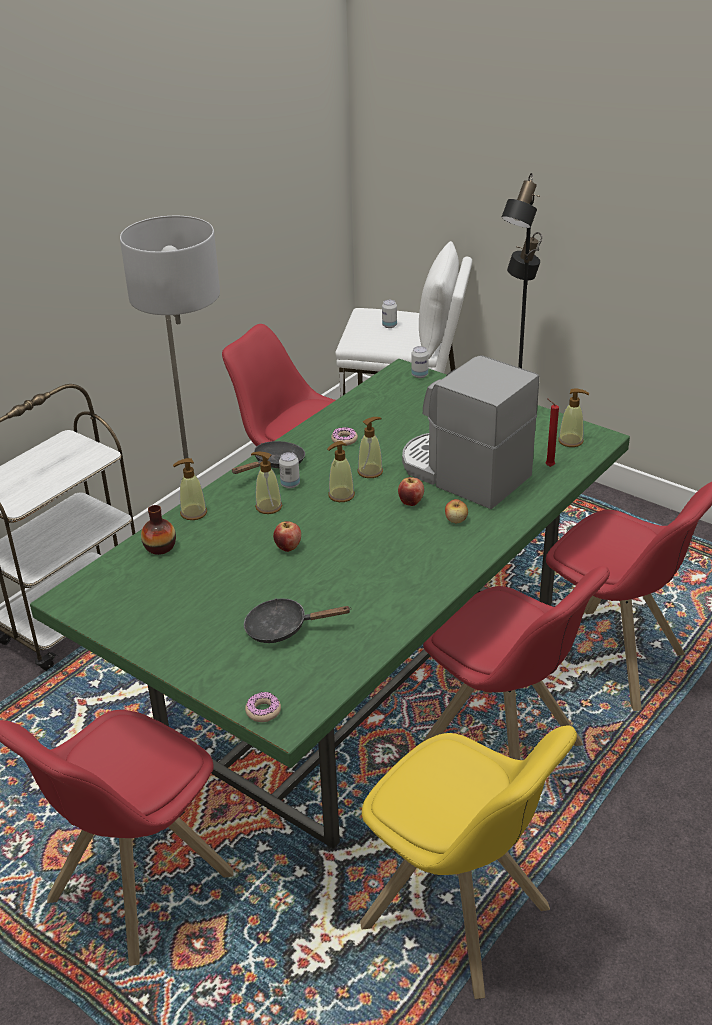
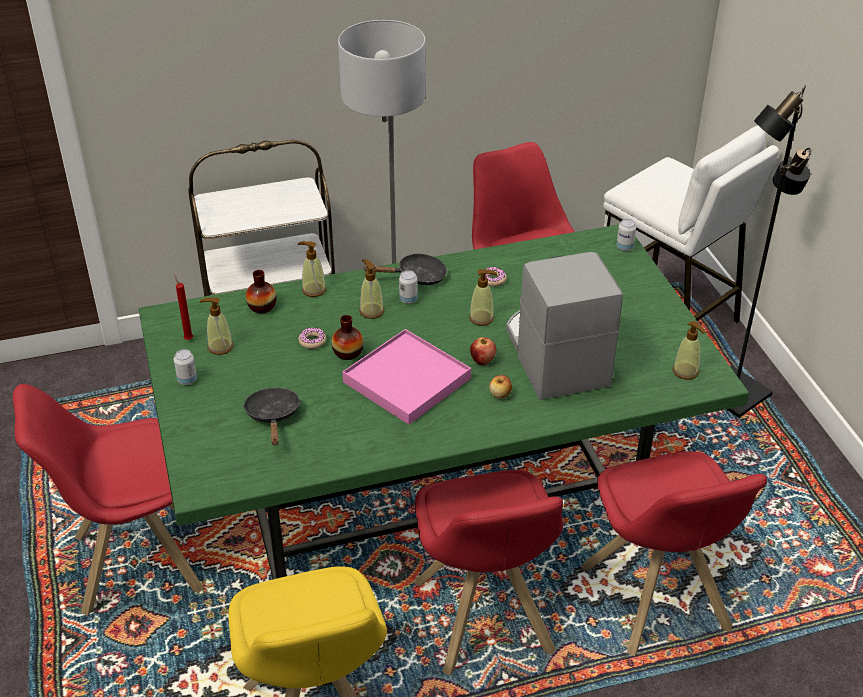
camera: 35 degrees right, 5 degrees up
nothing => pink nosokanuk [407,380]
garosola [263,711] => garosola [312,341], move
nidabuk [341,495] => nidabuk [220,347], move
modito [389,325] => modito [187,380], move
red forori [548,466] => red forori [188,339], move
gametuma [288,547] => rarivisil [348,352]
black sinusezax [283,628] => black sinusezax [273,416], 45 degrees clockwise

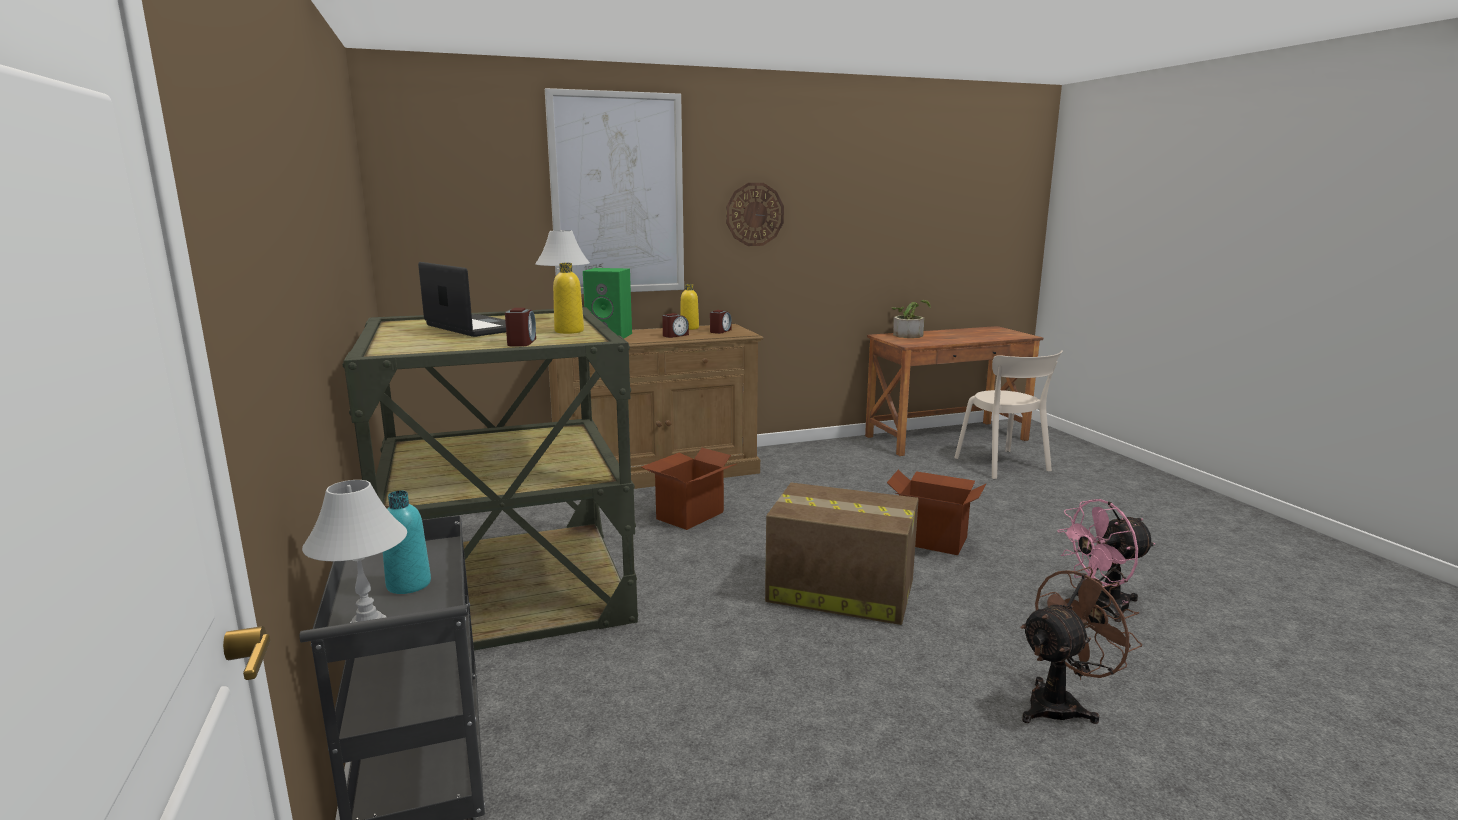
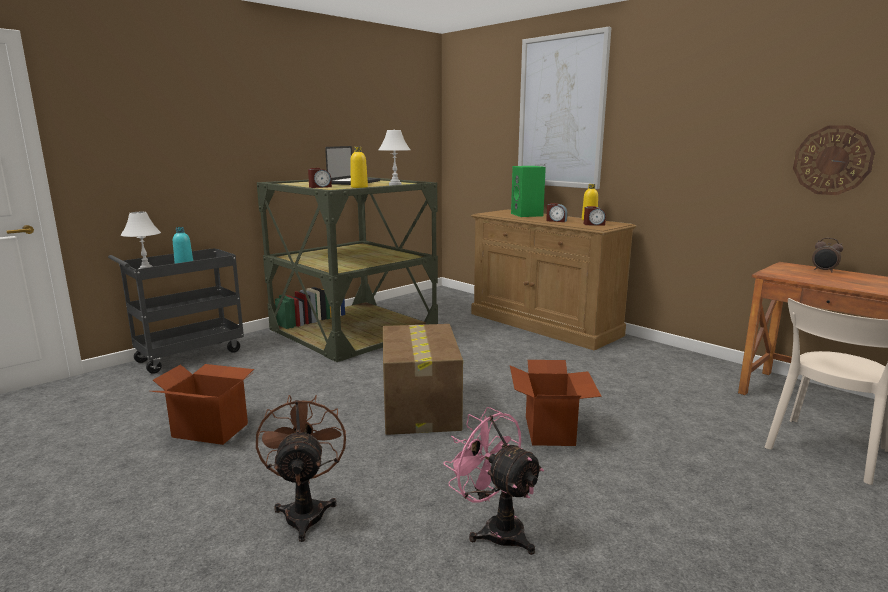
camera: 65 degrees right, 0 degrees up
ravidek [689,515] => ravidek [211,430], move
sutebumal [754,214] => sutebumal [832,160], move
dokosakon [909,334] => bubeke [824,271]
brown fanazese [1062,704] => brown fanazese [305,510], 135 degrees counterclockwise

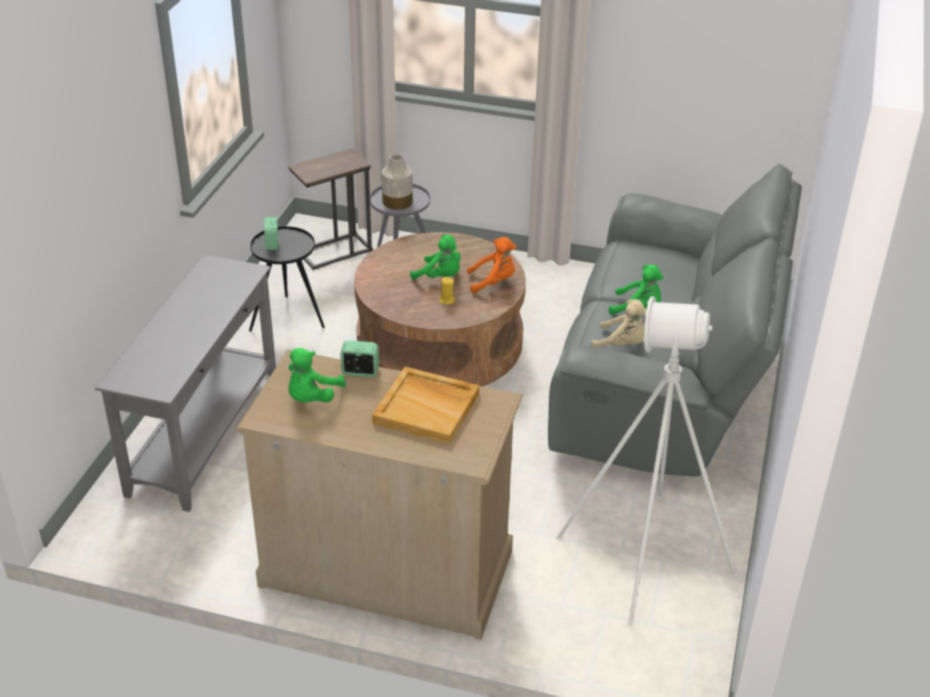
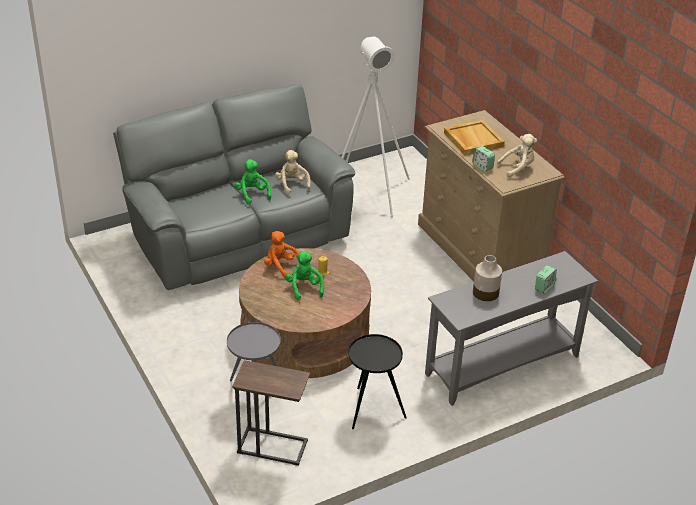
camera: 135 degrees left, 0 degrees up
bubeke [272,244] => bubeke [544,287], move
beige rarivisil [397,201] => beige rarivisil [485,292], move
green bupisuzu [312,398] => beige bupisuzu [517,168]

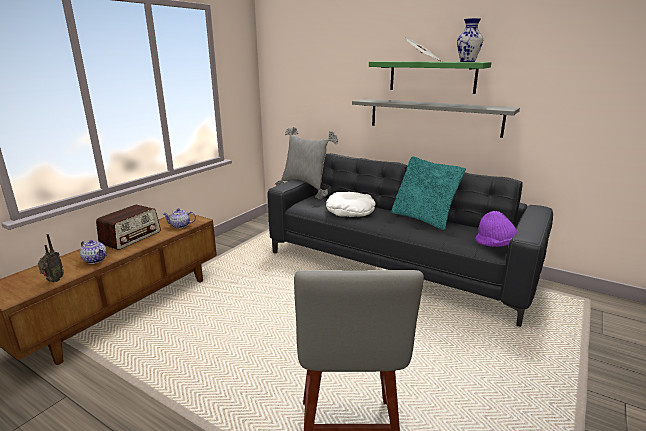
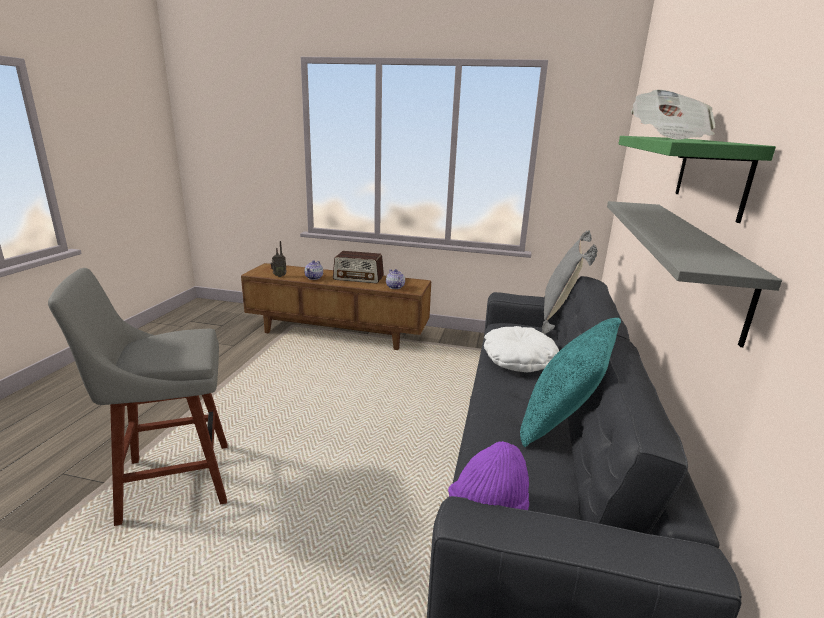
camera: 70 degrees right, 0 degrees up
rarivisil [467,61] => nothing

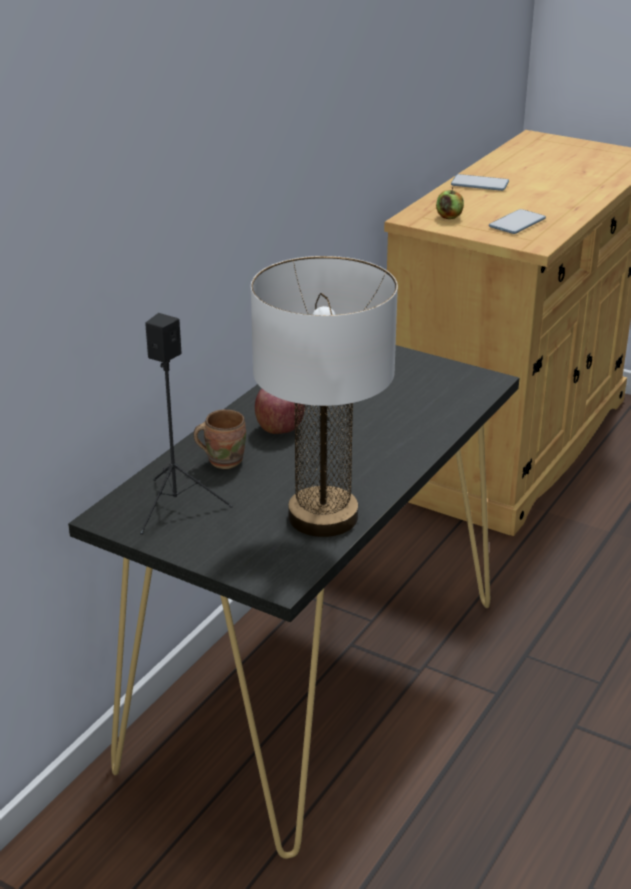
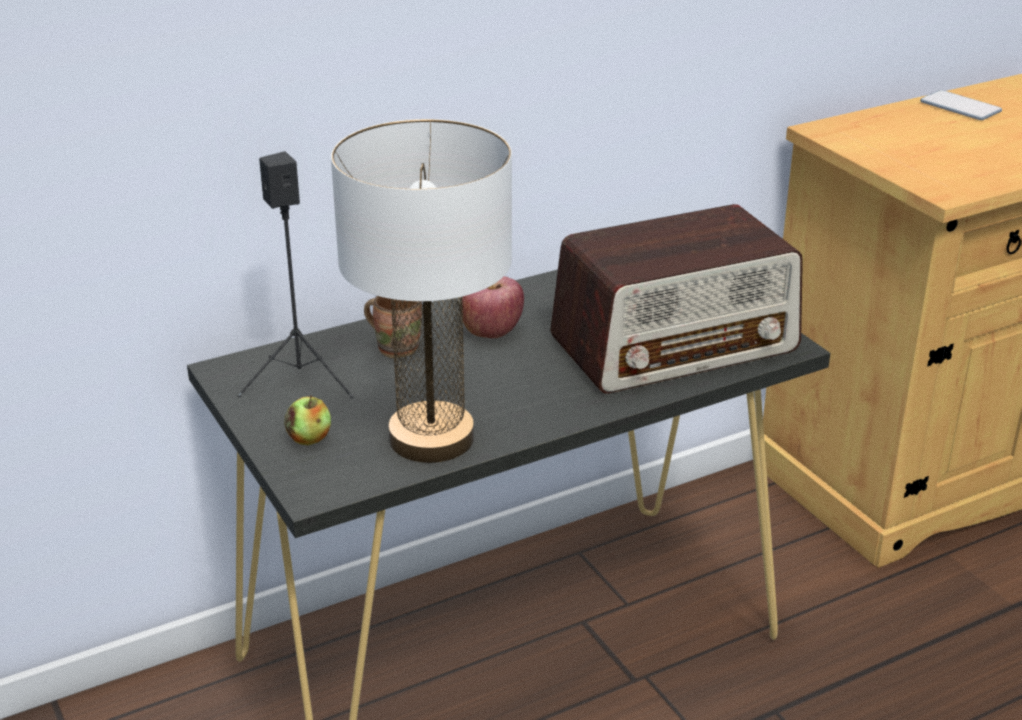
camera: 30 degrees right, 0 degrees up
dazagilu [517,223] => nothing
nothing => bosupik [675,345]
gametuma [449,217] => gametuma [309,439], move

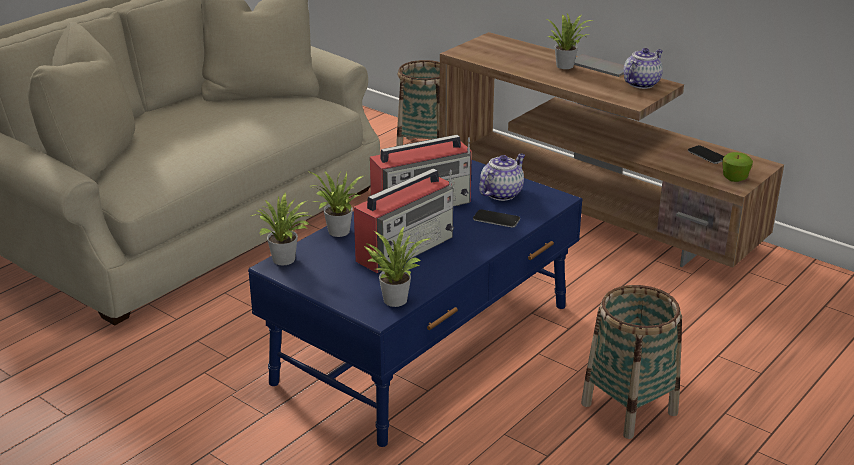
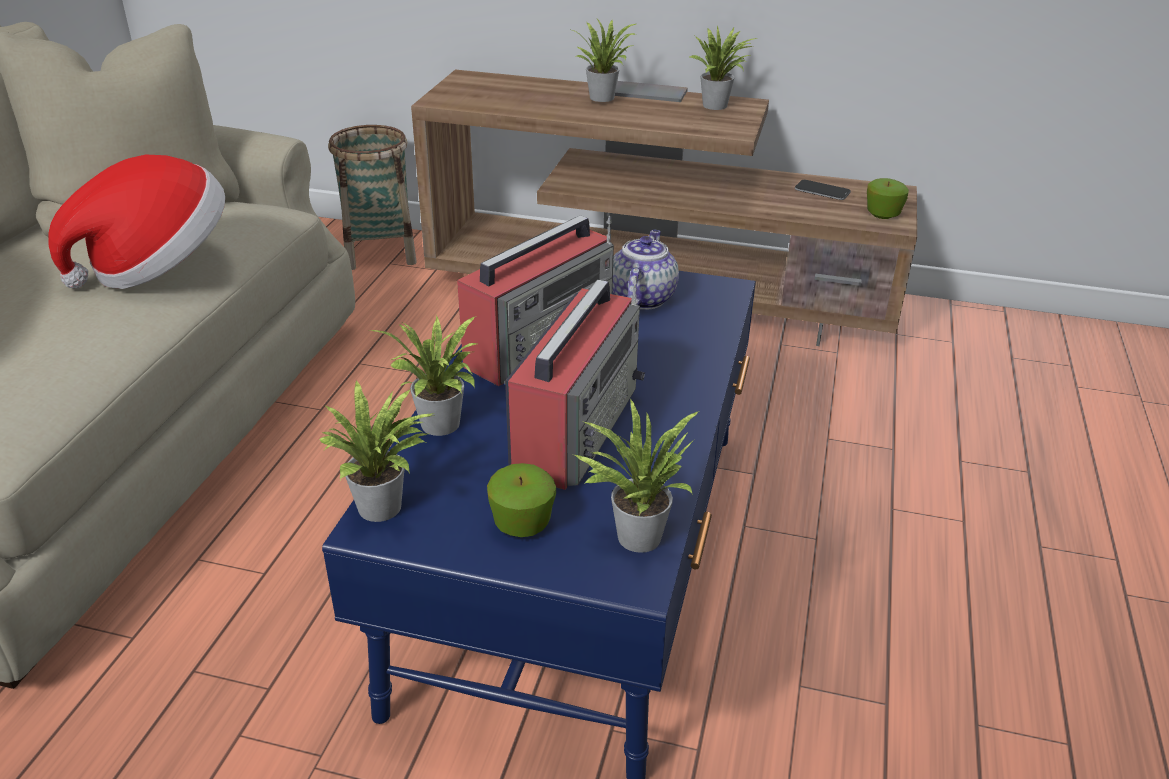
camera: 25 degrees left, 5 degrees up
dazagilu [496,219] => nothing
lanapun [629,408] => nothing
nothing => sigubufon [158,266]
nothing => gametuma [522,523]
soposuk [641,83] => dokosakon [718,106]

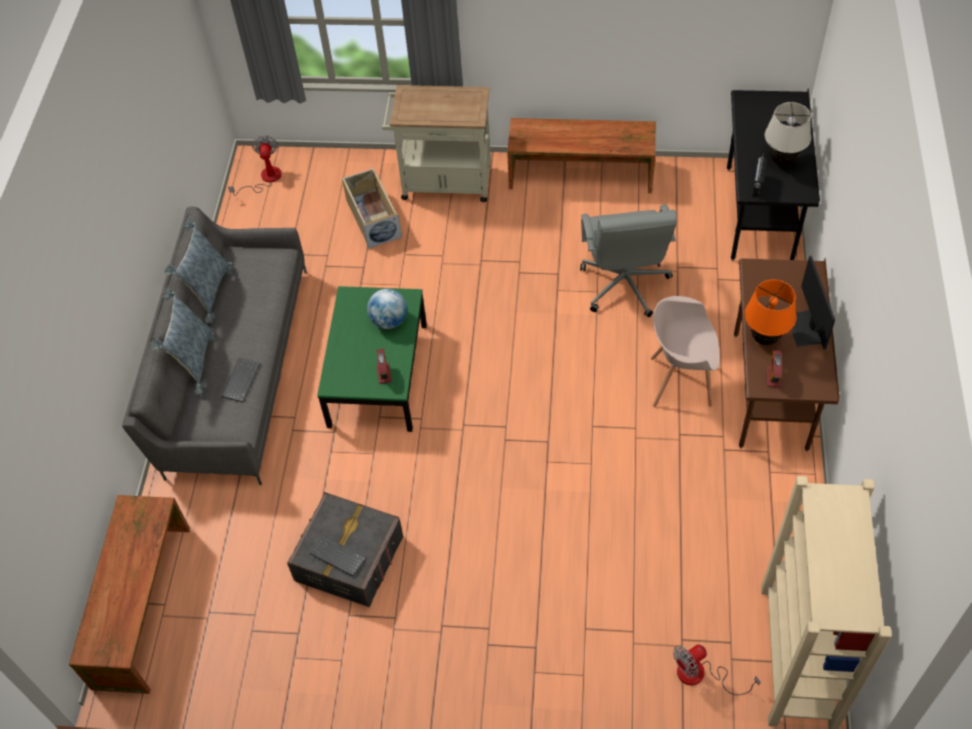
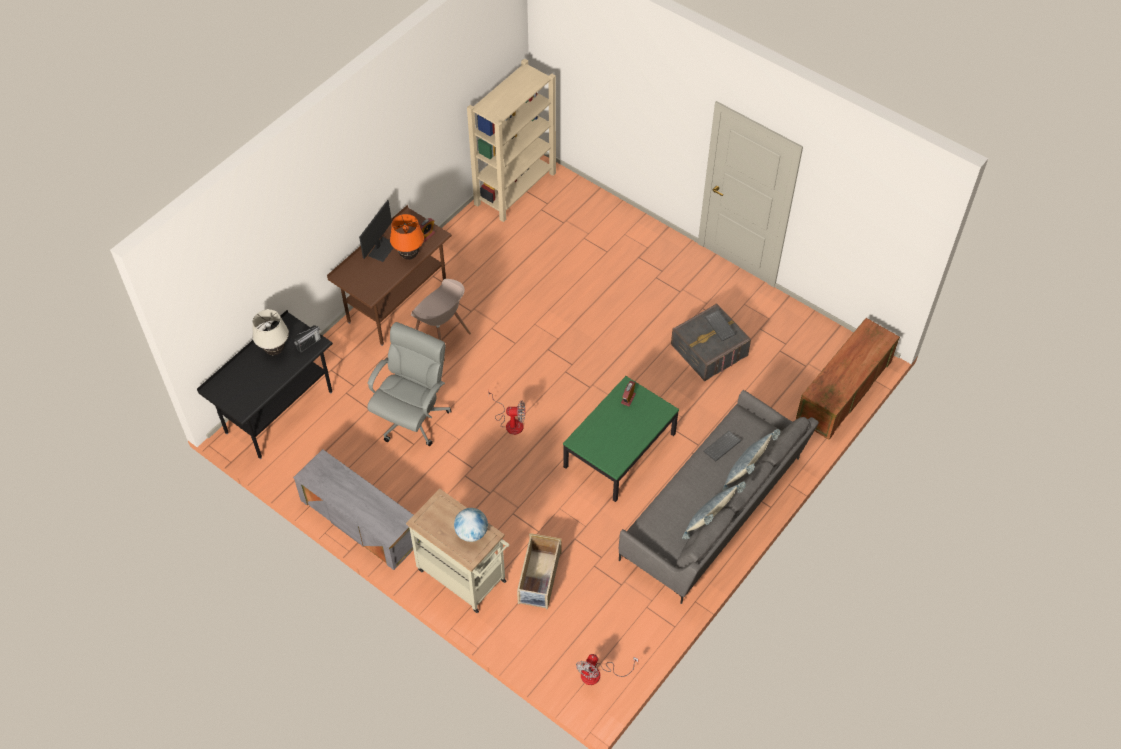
camera: 150 degrees left, 0 degrees up
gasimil [389,321] => gasimil [471,532], move
fanazese [701,675] => fanazese [510,422], move
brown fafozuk [582,173] => grey fafozuk [359,520]

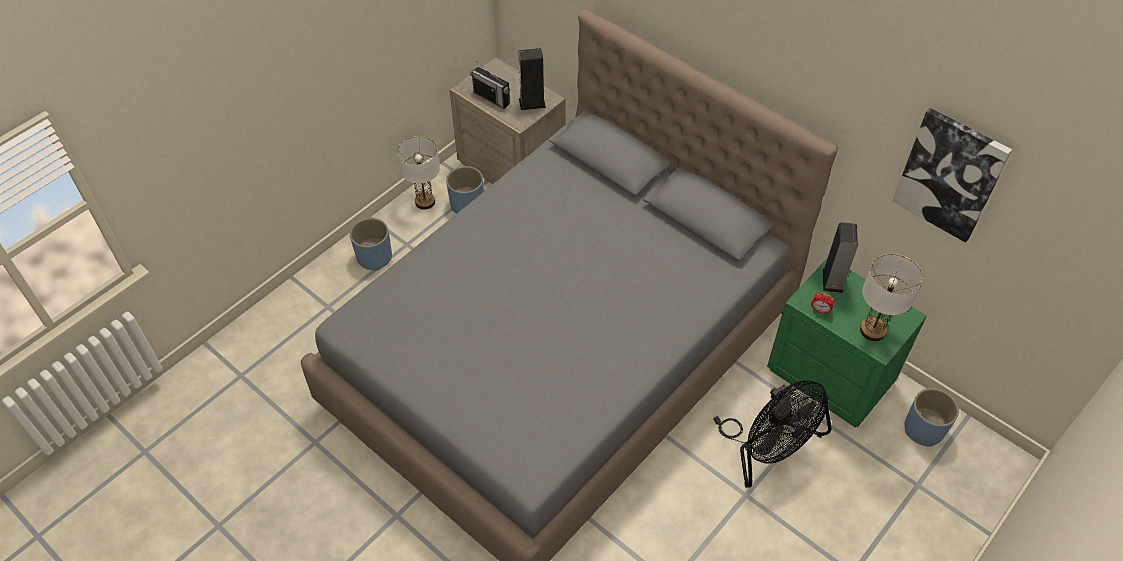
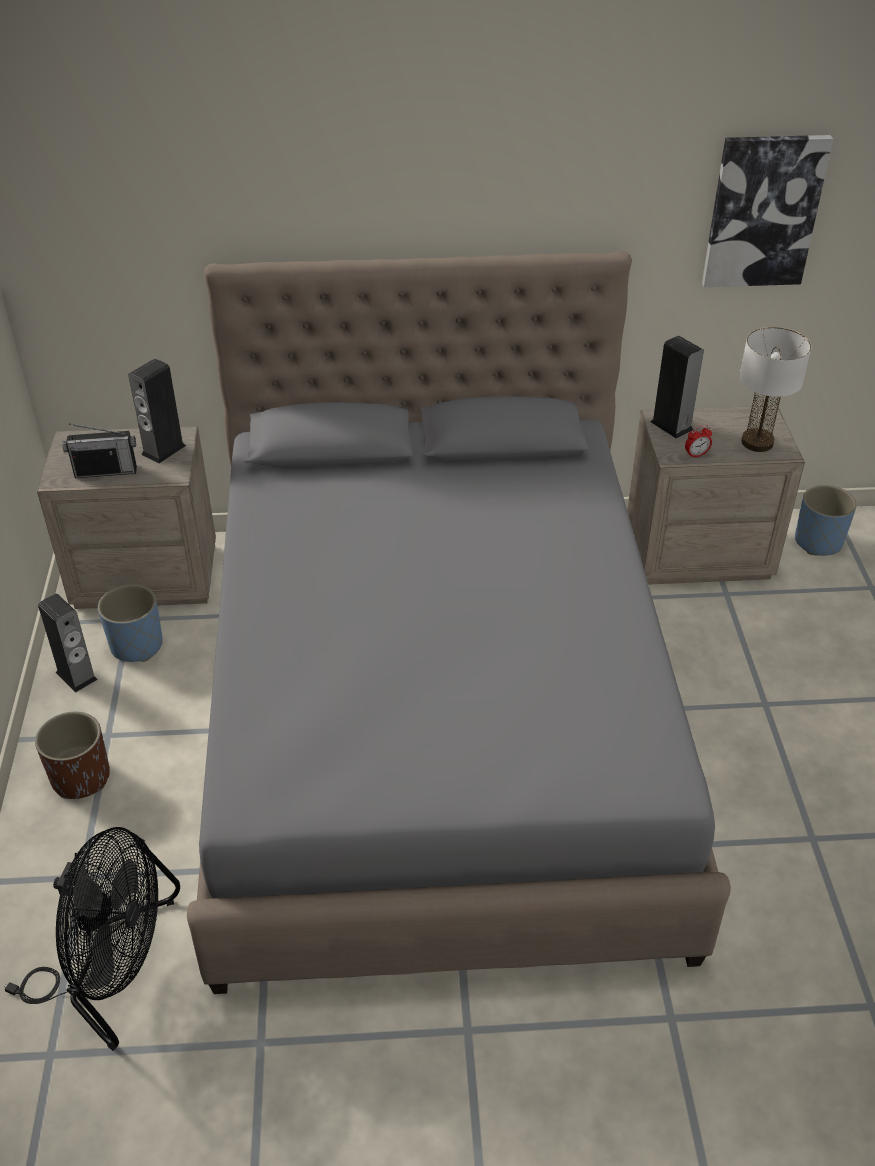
camera: 45 degrees left, 10 degrees down
black fanazese [767,447] => black fanazese [109,971], move
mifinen [425,201] => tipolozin [76,676]
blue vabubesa [374,257] => brown vabubesa [81,778]
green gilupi [830,376] => beige gilupi [697,553]

